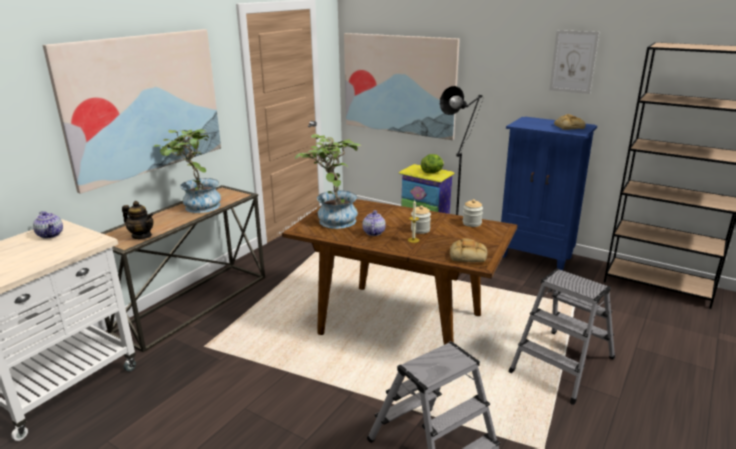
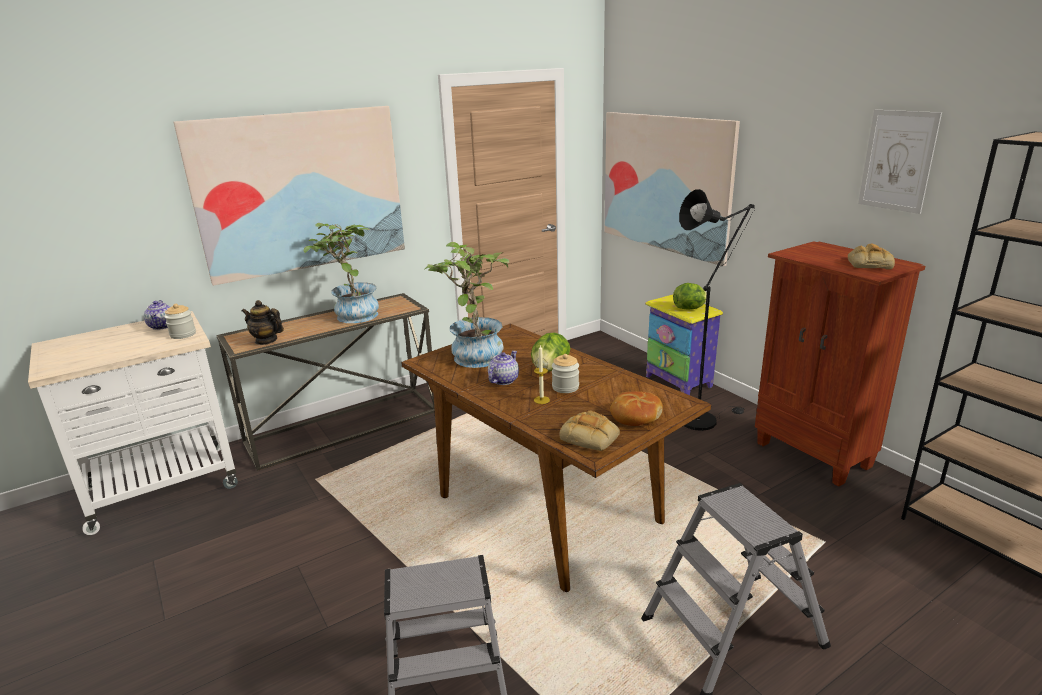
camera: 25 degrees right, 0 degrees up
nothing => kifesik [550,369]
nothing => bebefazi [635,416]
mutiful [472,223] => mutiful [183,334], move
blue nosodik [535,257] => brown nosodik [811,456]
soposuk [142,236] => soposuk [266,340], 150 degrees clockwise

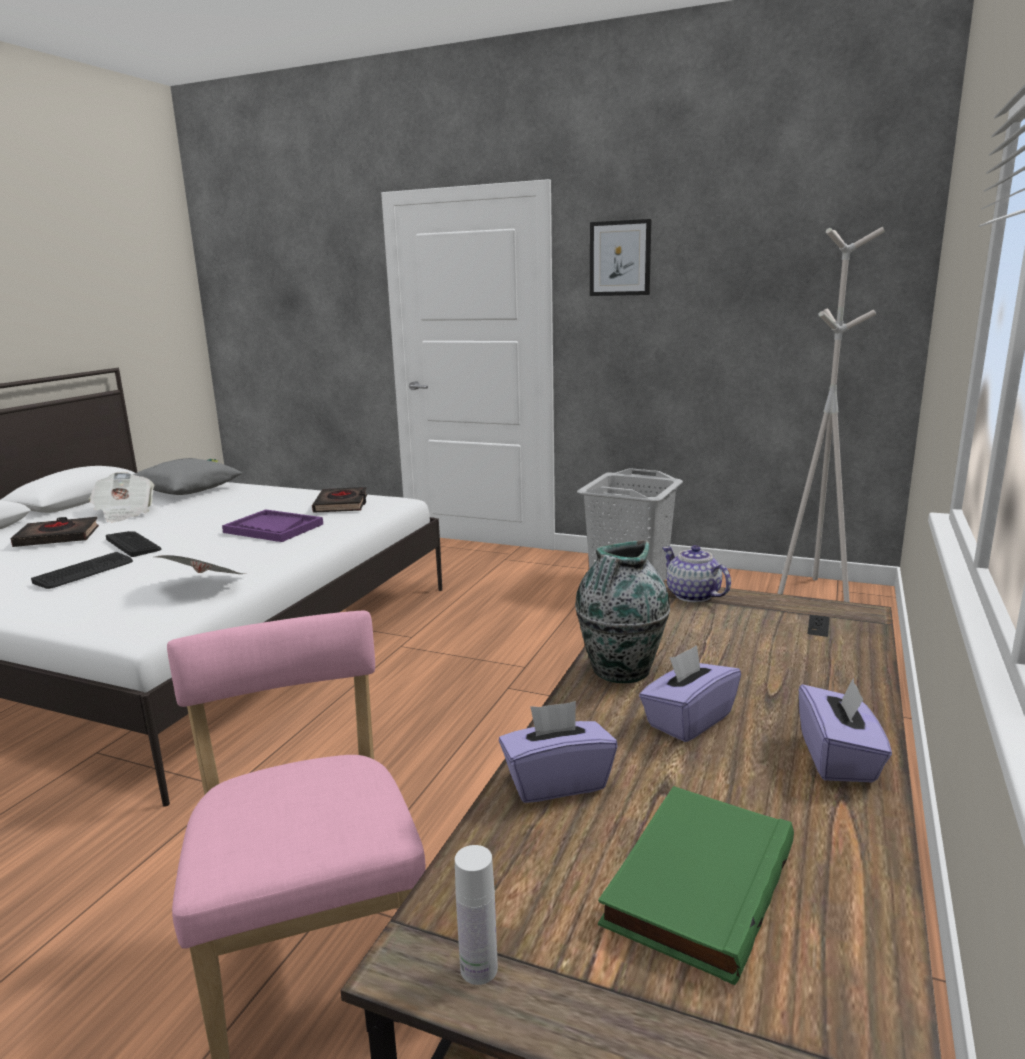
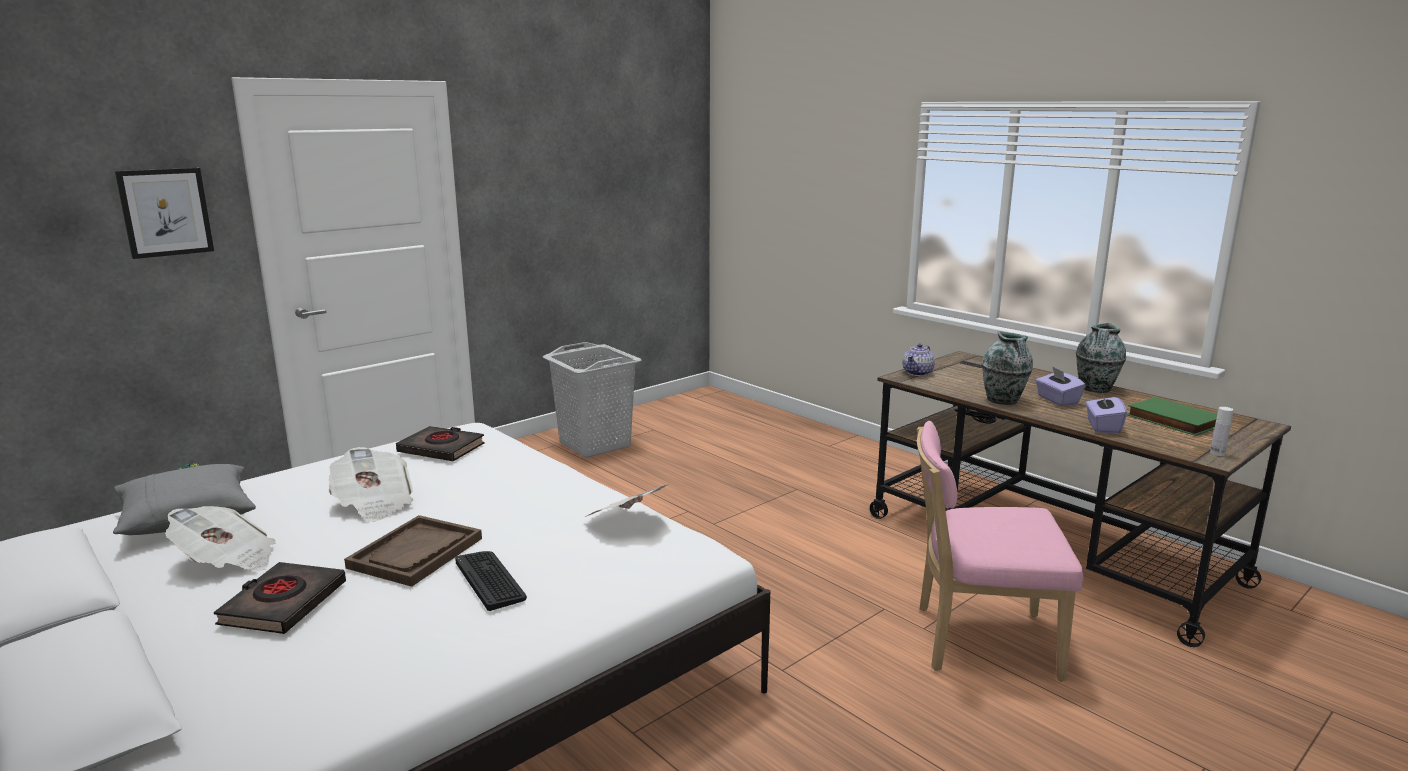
camera: 65 degrees left, 0 degrees up
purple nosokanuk [273,528] => nothing
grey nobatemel [814,592] => nothing
nothing => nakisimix [373,504]
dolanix [620,258] => dolanix [166,212], move
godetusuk [133,544] => brown nosokanuk [416,553]
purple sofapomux [838,758] => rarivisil [1095,389]
soposuk [693,595] => soposuk [918,373], 45 degrees counterclockwise

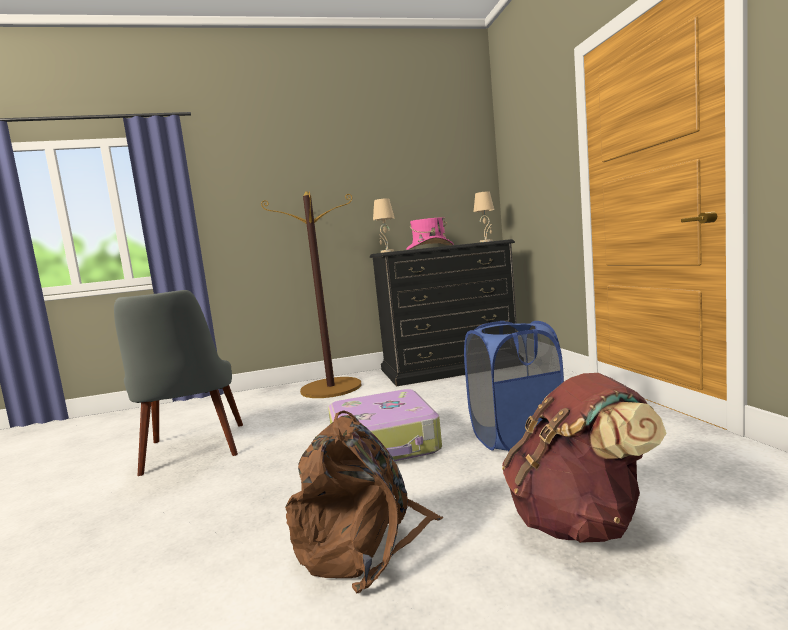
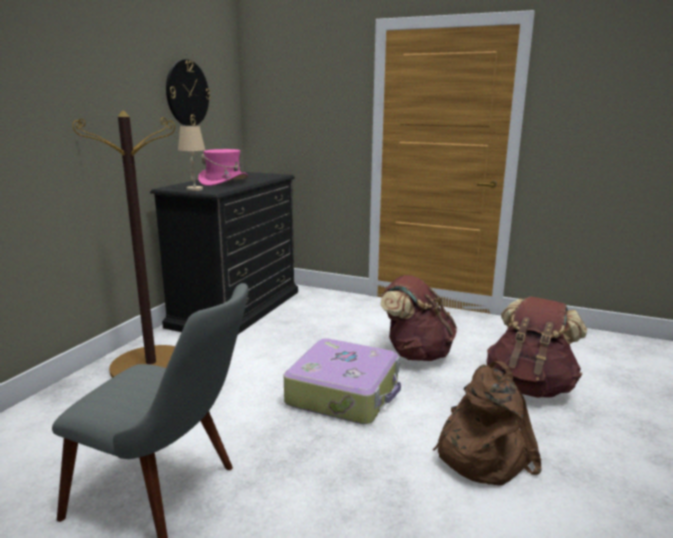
camera: 55 degrees left, 10 degrees up
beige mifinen [486,241] => nothing
nothing => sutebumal [187,93]
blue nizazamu [516,438] => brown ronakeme [416,354]

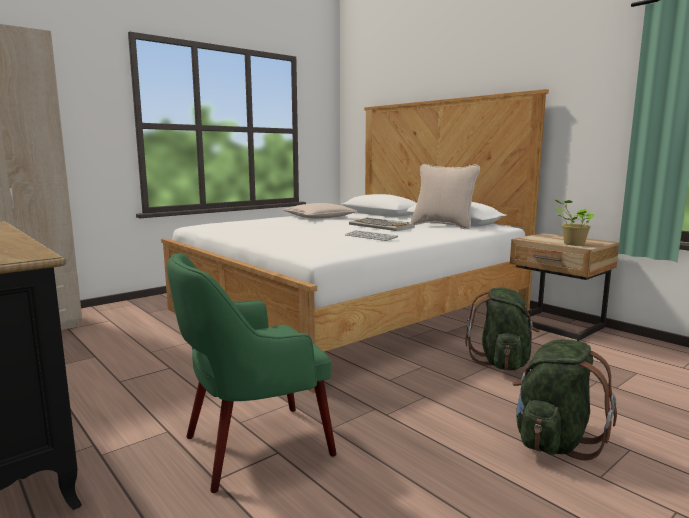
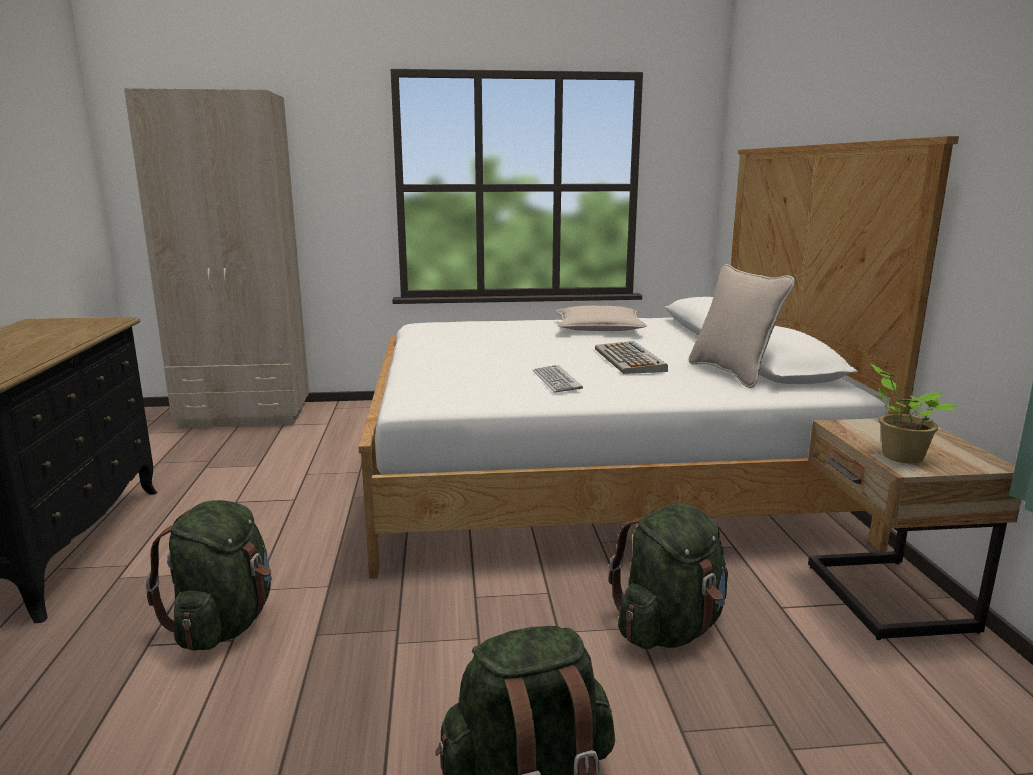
camera: 35 degrees right, 5 degrees up
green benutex [254,446] => green ronakeme [224,623]

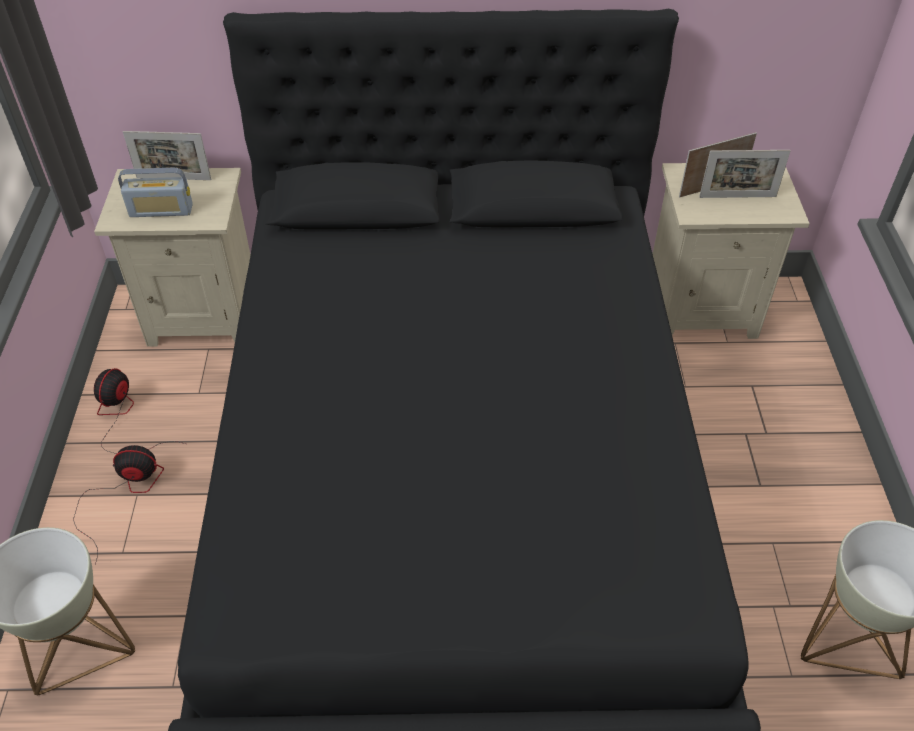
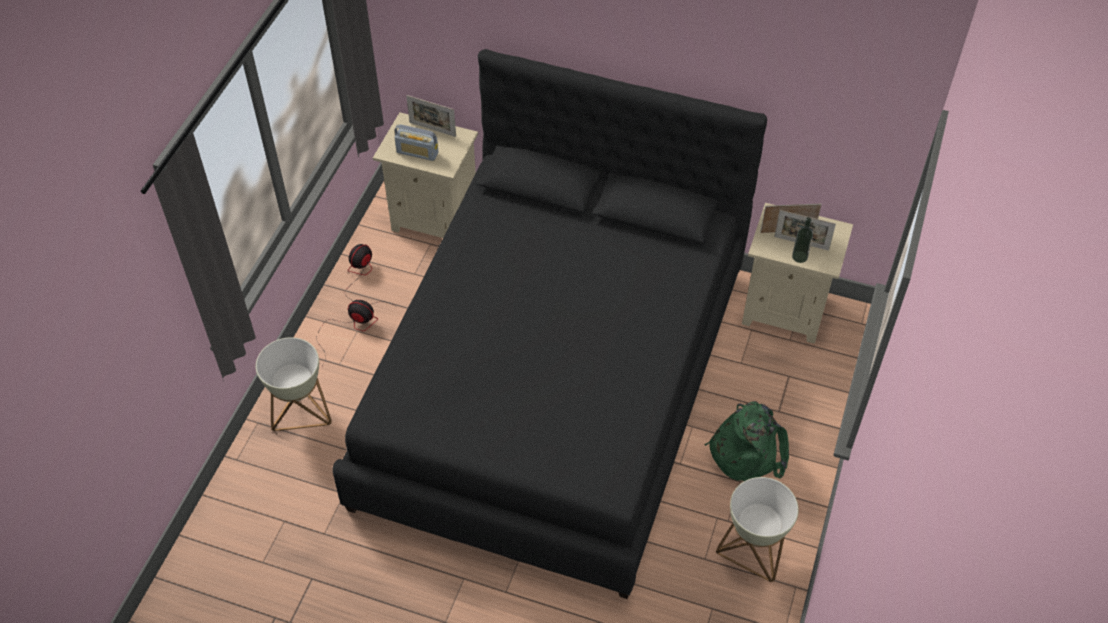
camera: 20 degrees right, 5 degrees up
nothing => green ronakeme [746,449]
nothing => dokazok [799,257]

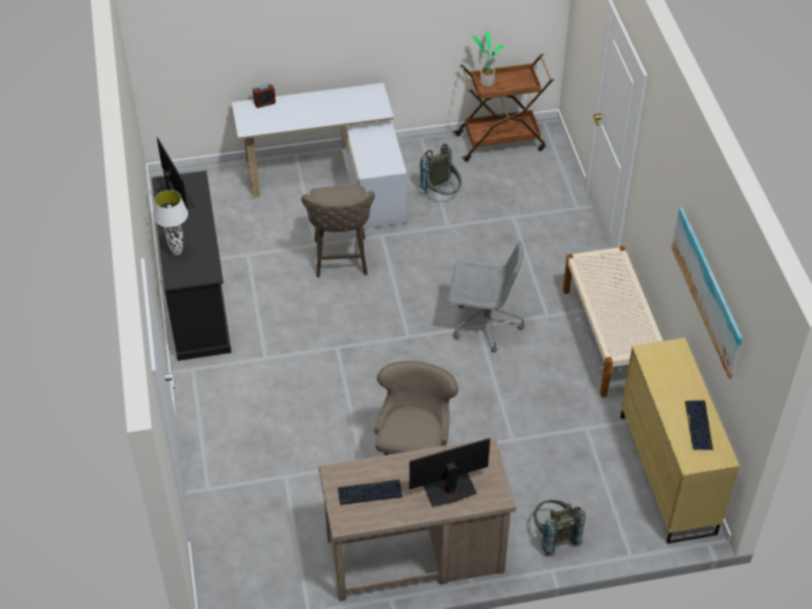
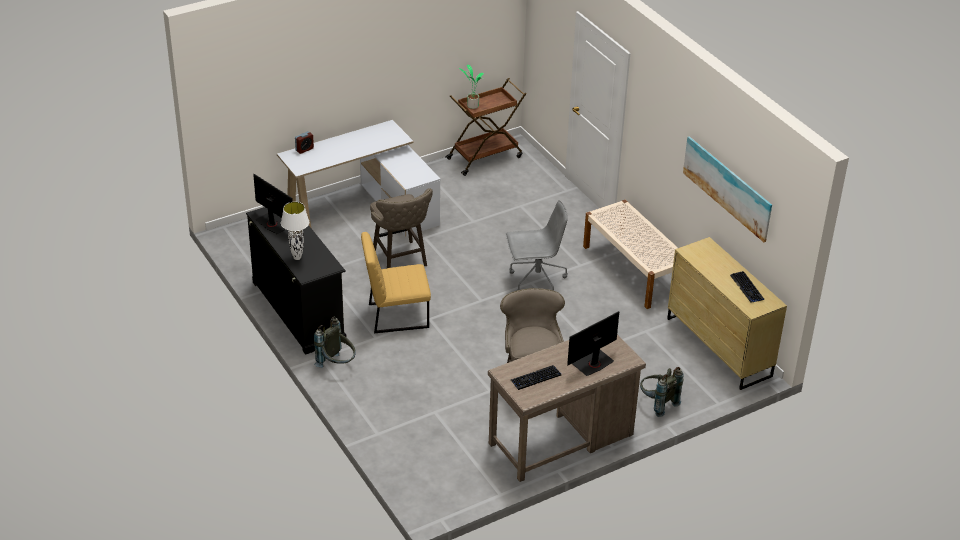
camera: 20 degrees left, 10 degrees down
nothing => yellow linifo [396,315]
grey ronakeme [442,194] => grey ronakeme [337,365], move

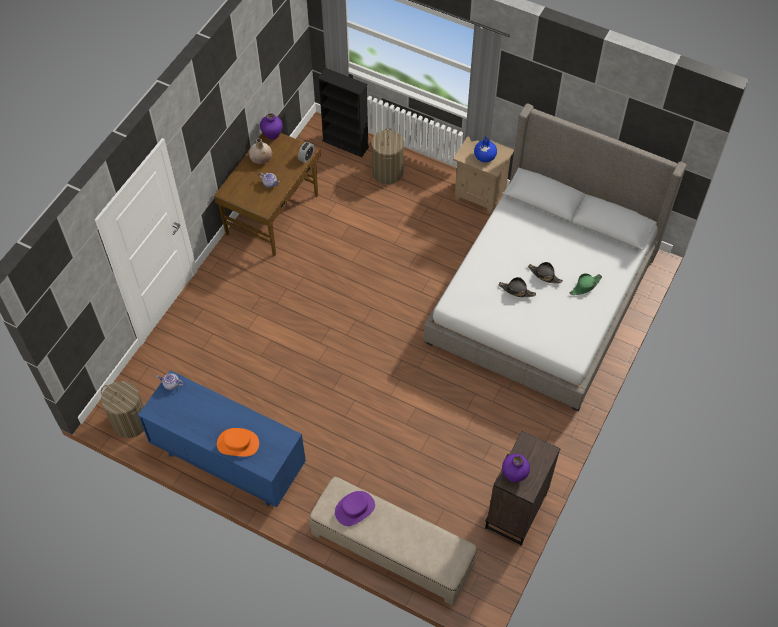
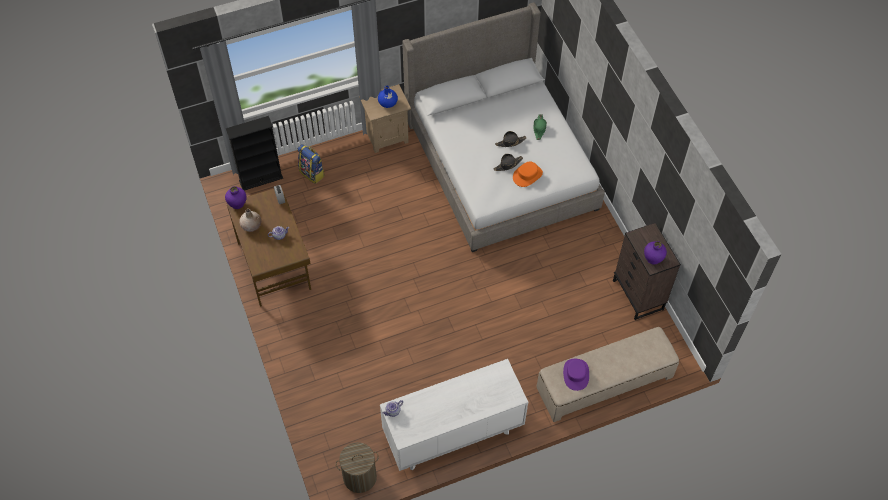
camera: 50 degrees left, 0 degrees up
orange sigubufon [238,443] => orange sigubufon [527,175], move
nizazamu [387,172] => ronakeme [312,173]
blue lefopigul [229,462] => white lefopigul [453,434]

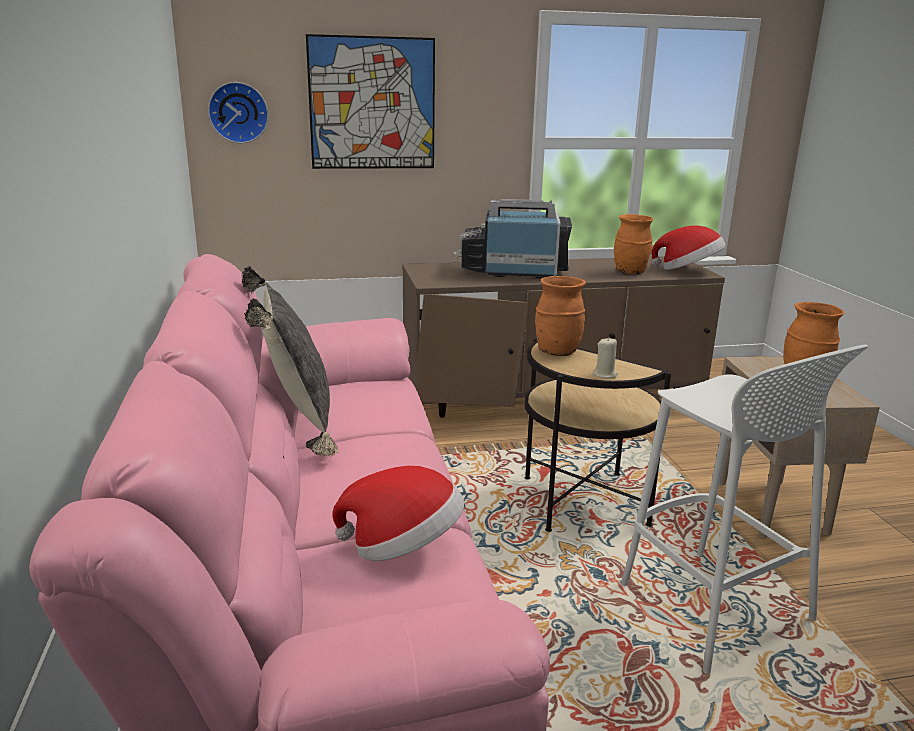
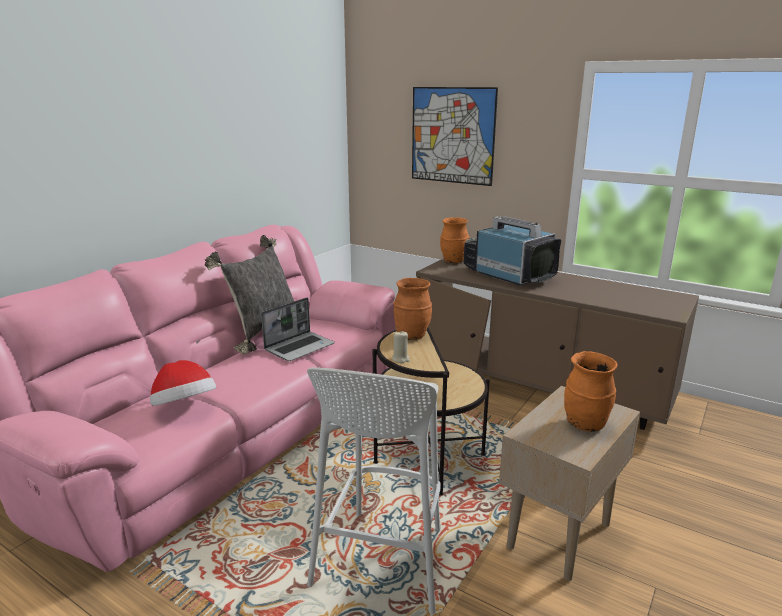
camera: 45 degrees right, 0 degrees up
sutebumal [238,112] => nothing
sigubufon [688,270] => nothing
nothing => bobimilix [300,347]
orange rarivisil [630,272] => orange rarivisil [454,261], move

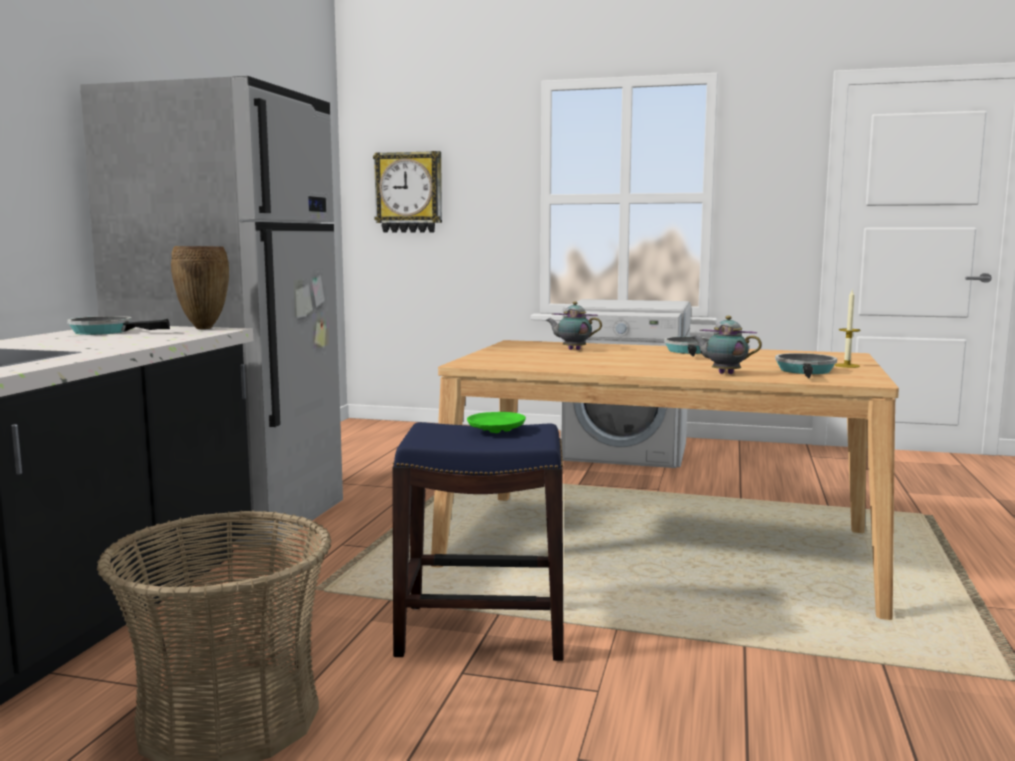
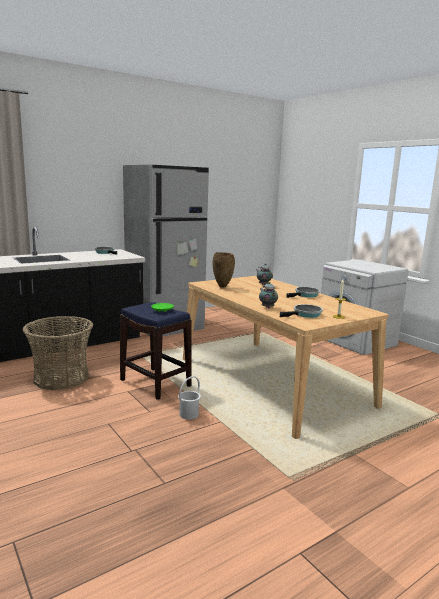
camera: 40 degrees right, 5 degrees up
sutebumal [409,192] => nothing
nothing => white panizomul [188,414]
brown rarivisil [204,328] => brown rarivisil [223,287], move

